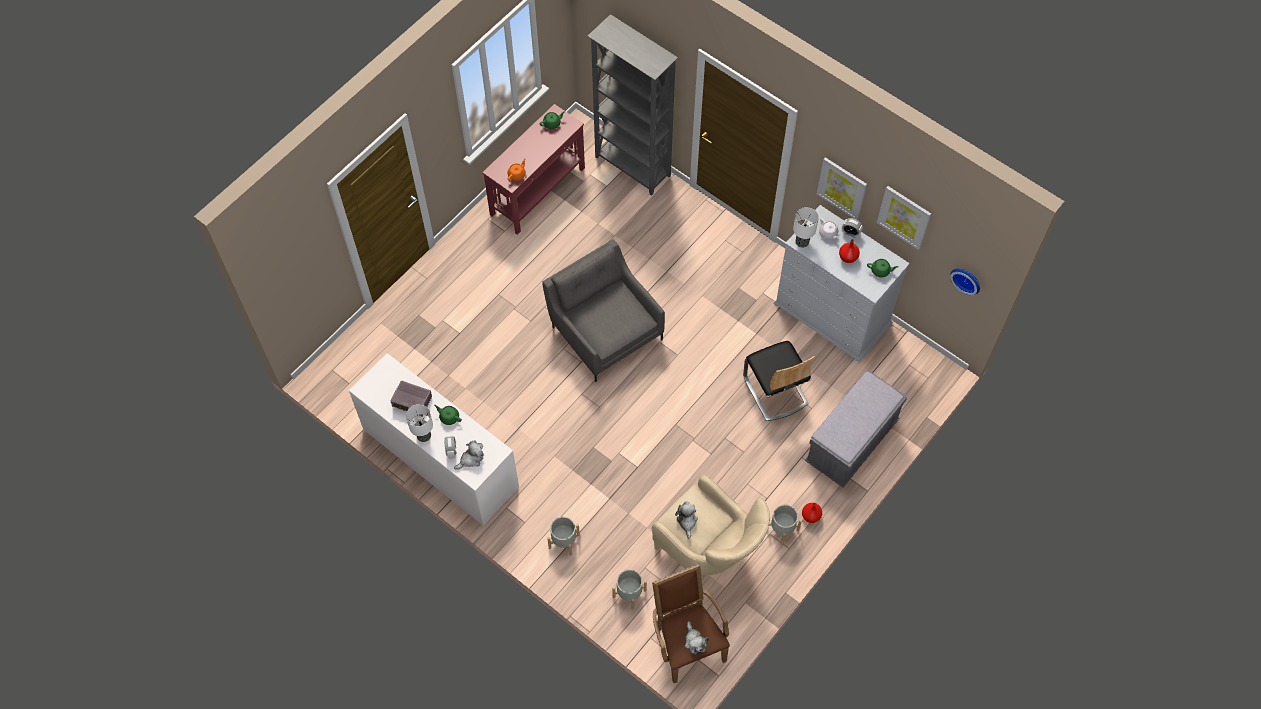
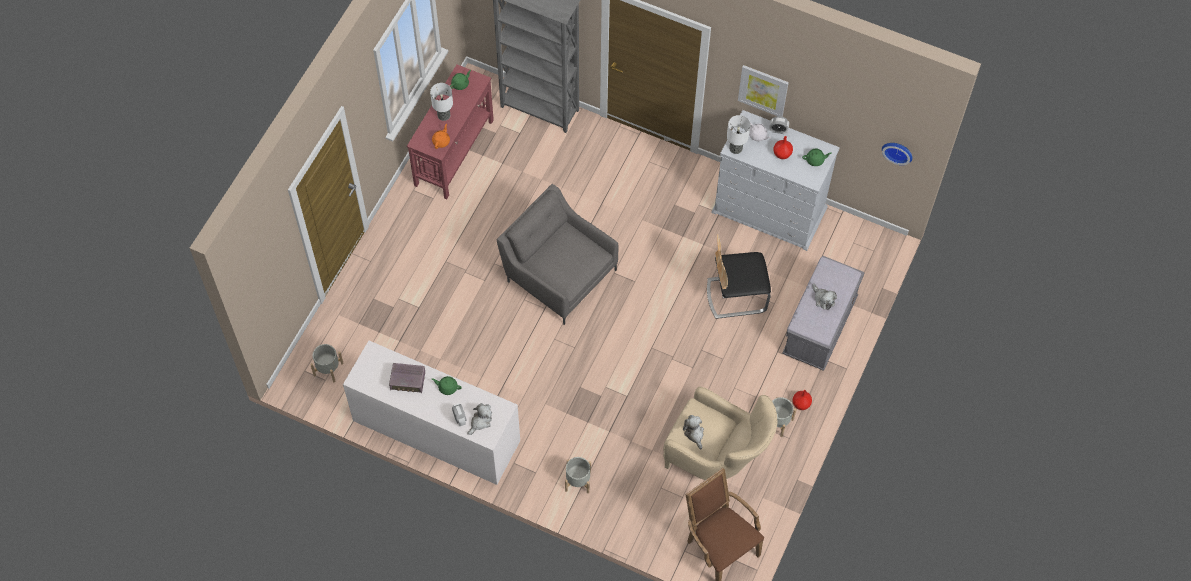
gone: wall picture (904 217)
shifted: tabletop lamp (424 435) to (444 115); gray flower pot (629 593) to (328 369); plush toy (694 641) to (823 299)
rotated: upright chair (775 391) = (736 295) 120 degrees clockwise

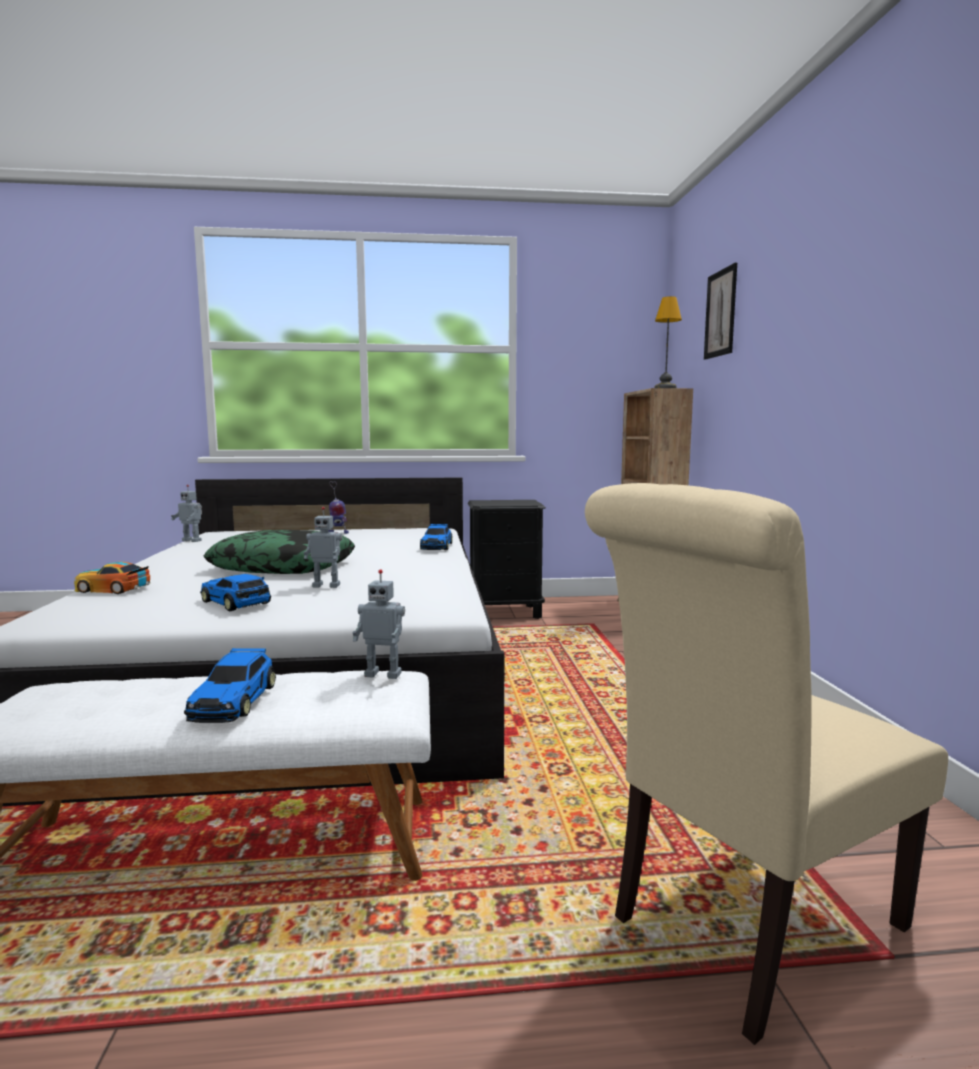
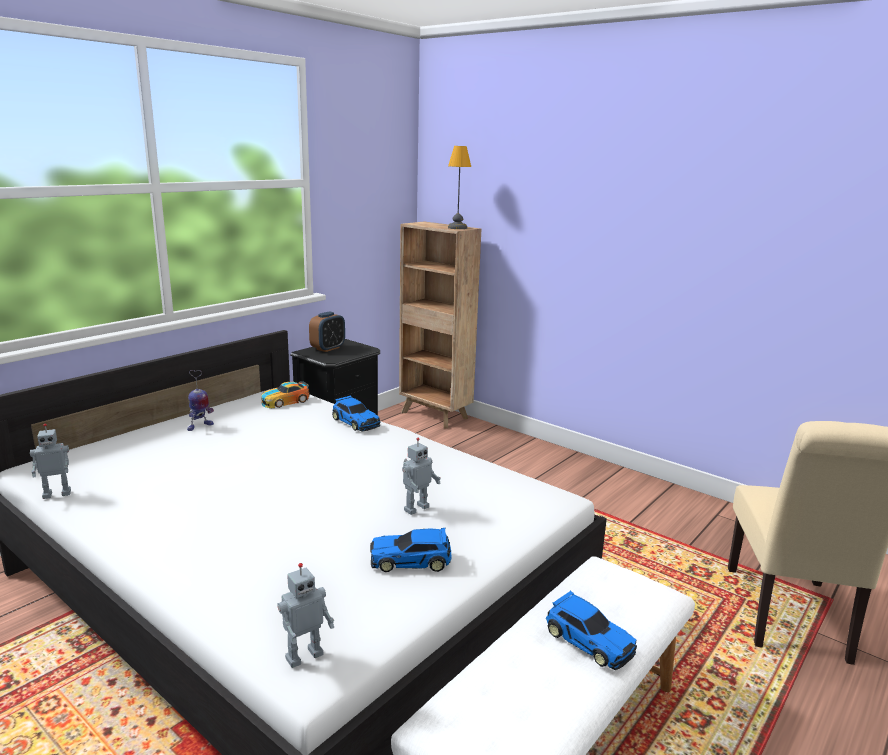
gone: pillow (284 566); wall picture (720 313)
new: bedside clock (328 348)
shifted: toy car (112 589) to (285 401); robot figure (384 674) to (303 655)

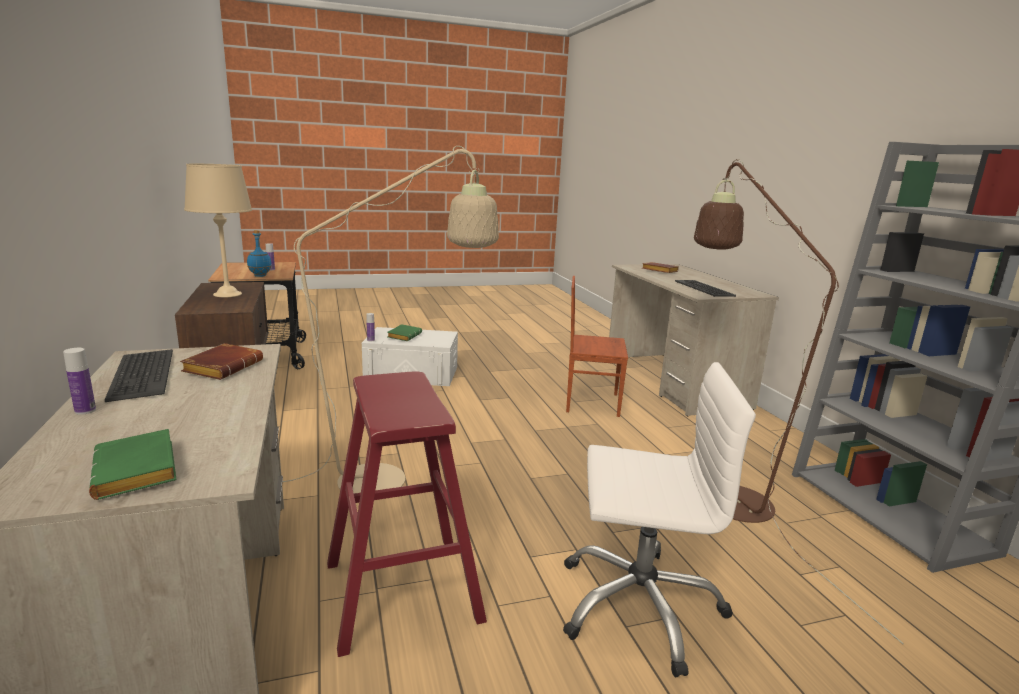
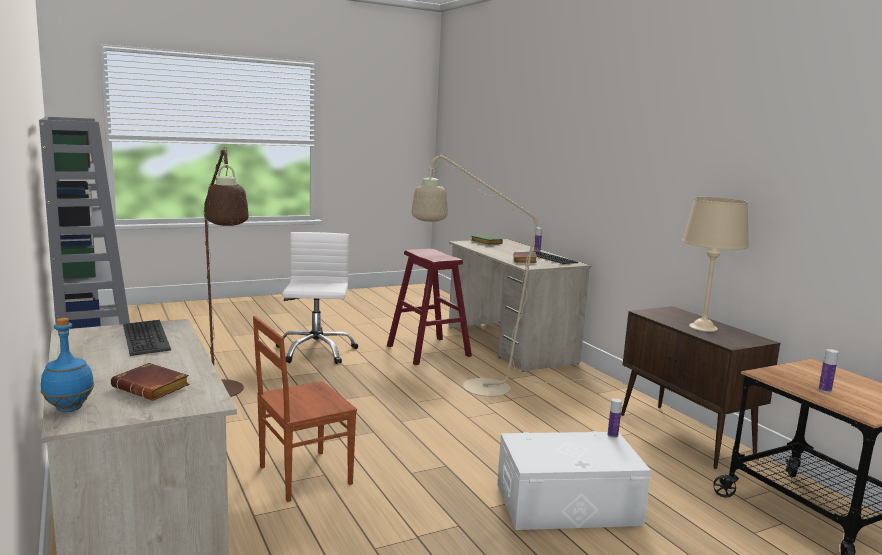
gone: green-coloured volume (404 336)
shifted: blue-coloured bottle (260 276) to (68 408)
rotated: whitish computer chair (639 605) = (315 351) 90 degrees clockwise; brown-coloured upright chair (591 402) = (303 475) 150 degrees clockwise

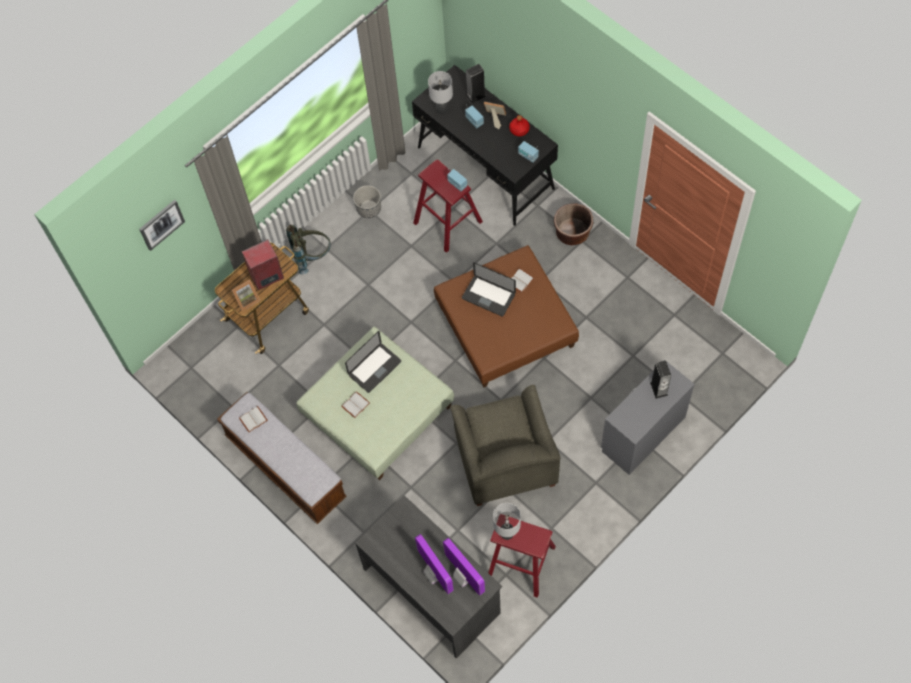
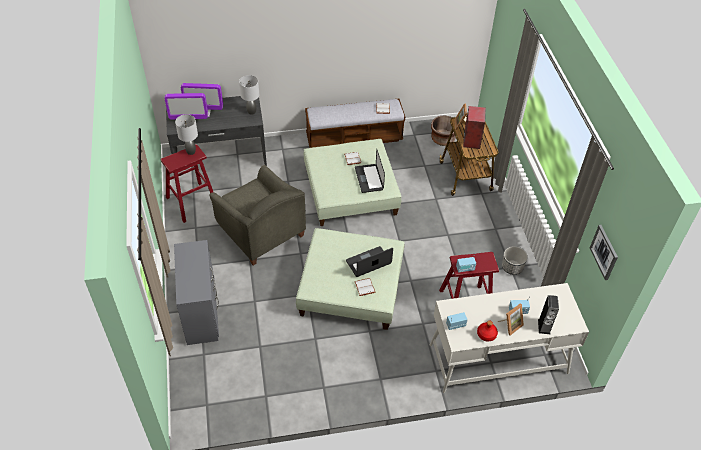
gone: gray knapsack (312 256); speaker (659 388)
shifted: wall picture (161 224) to (604 252); gray tabletop lamp (442 110) to (252 111); brown-coloured flower pot (572 233) to (443 139)
repainted: blackish desk table (485 168) to whitish desk table (498 358); brown-coloured footrest (506 326) to green-coloured footrest (350 288)
rotated: gray lounge chair (504 459) = (260 232) 150 degrees counterclockwise

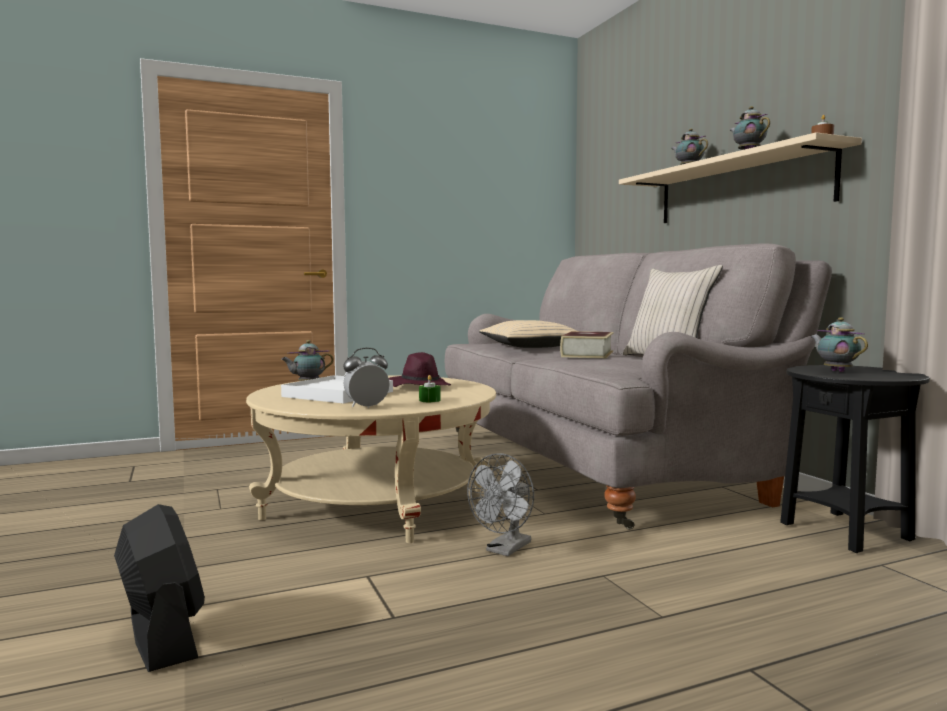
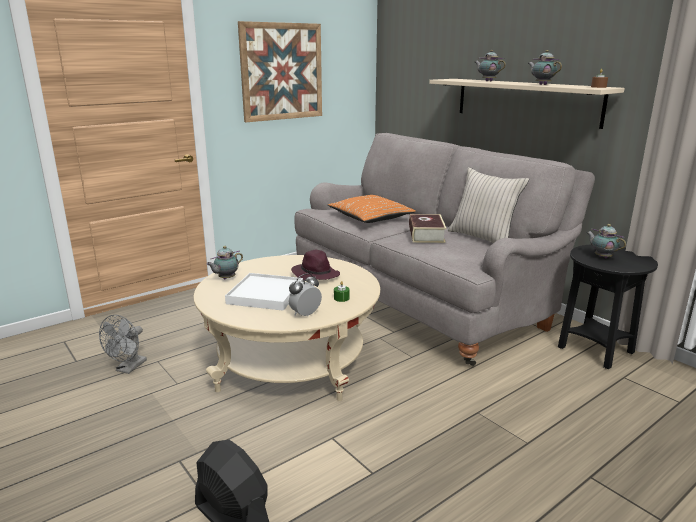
new: wall picture (282 72)
shifted: gray cooling fan (505 550) to (128 368)
repainted: beige-coloured pillow (530 346) to orange pillow (370 217)

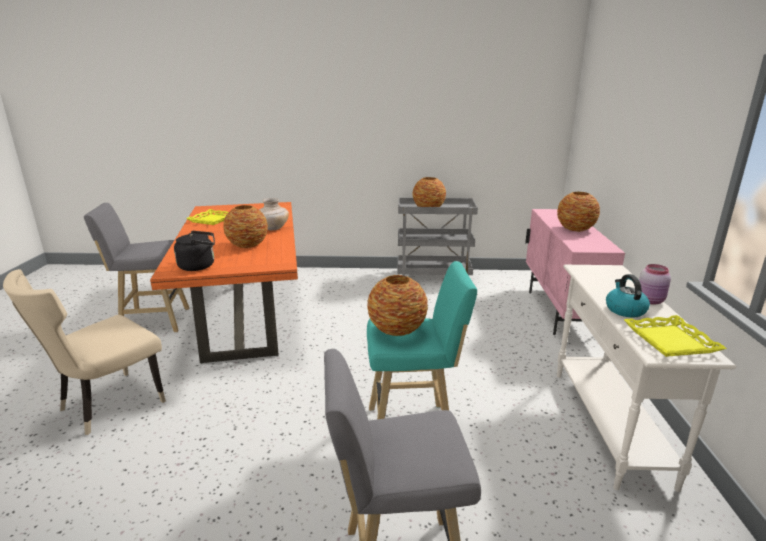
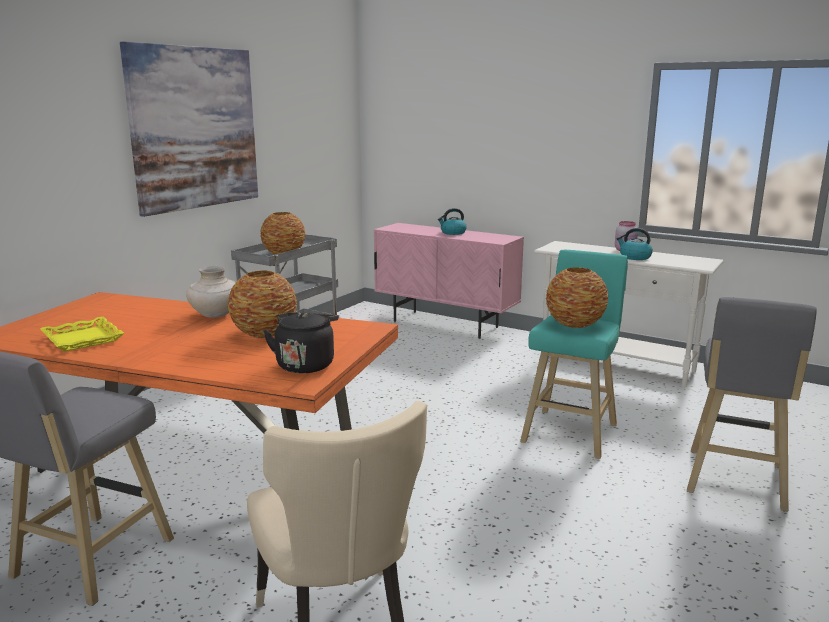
gone: yellowish serving tray (671 341)
new: wall picture (195 128)
swapped: decorative vase (575 229) to kettle (452 233)

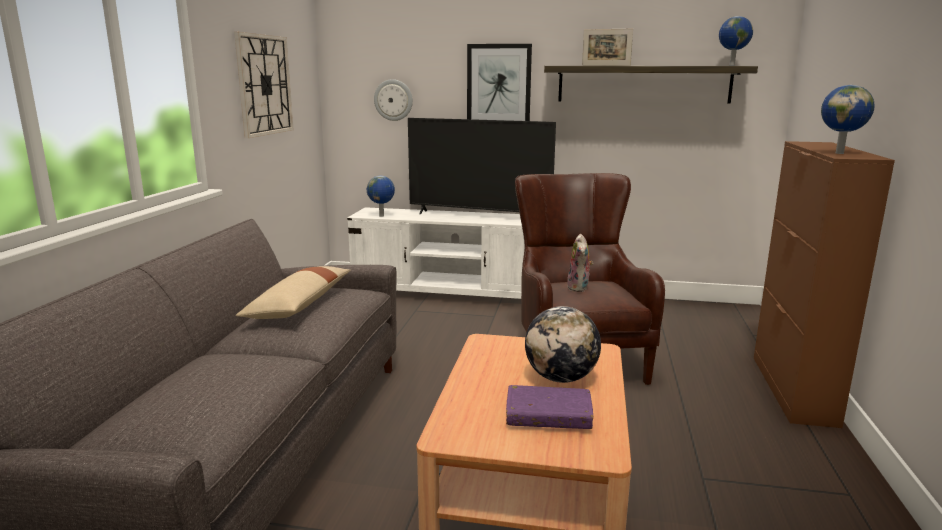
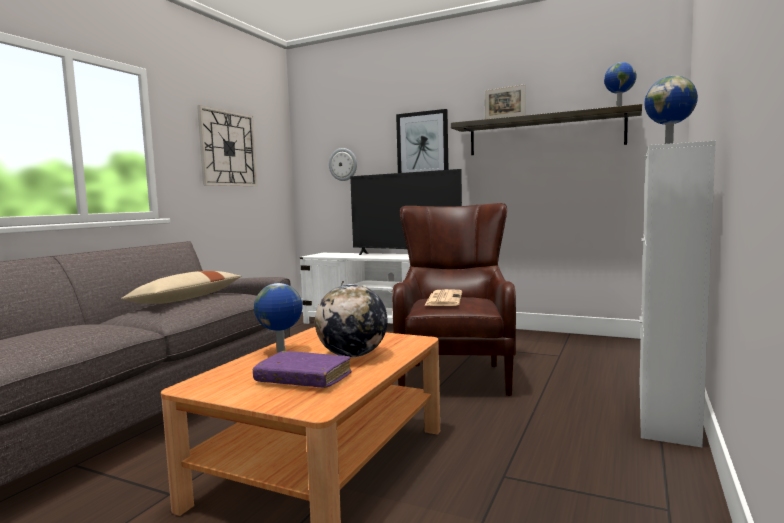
shifted: desk globe (382 216) to (281 351)
swapped: plush toy (579 288) to newspaper (443 299)
repainted: brown-coloured cabinet (793 389) to whitish cabinet (665 410)

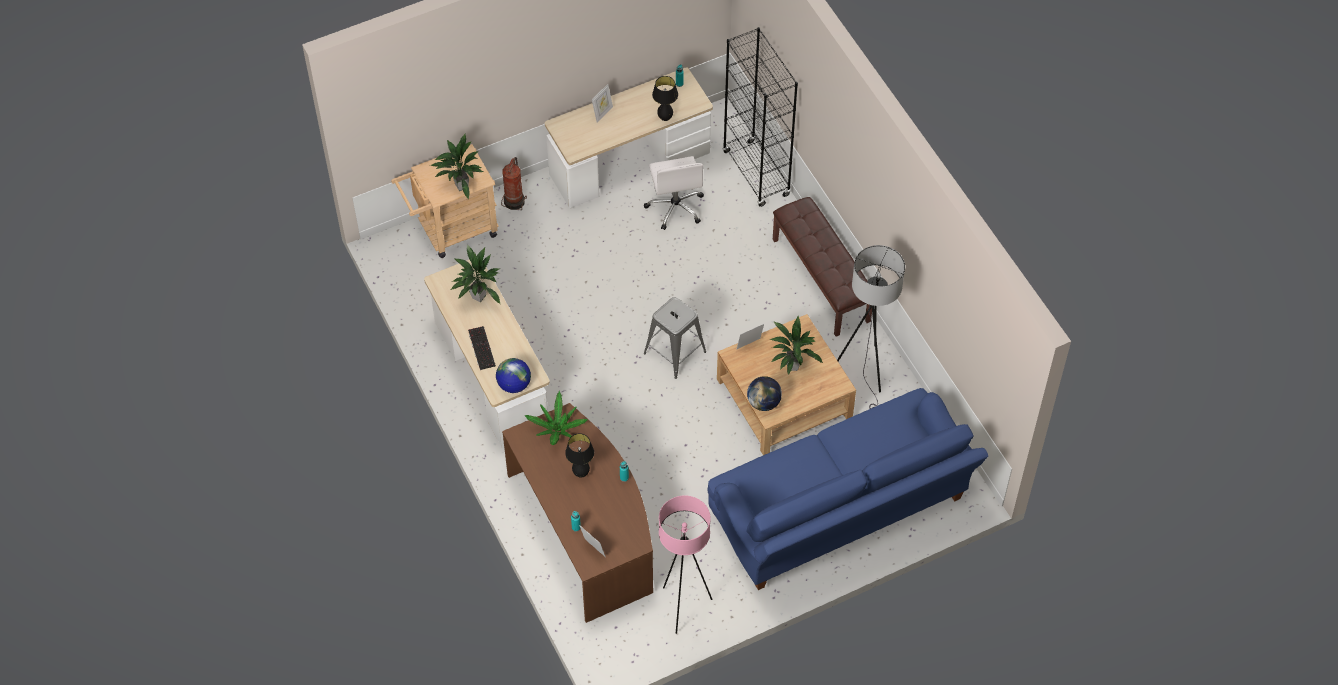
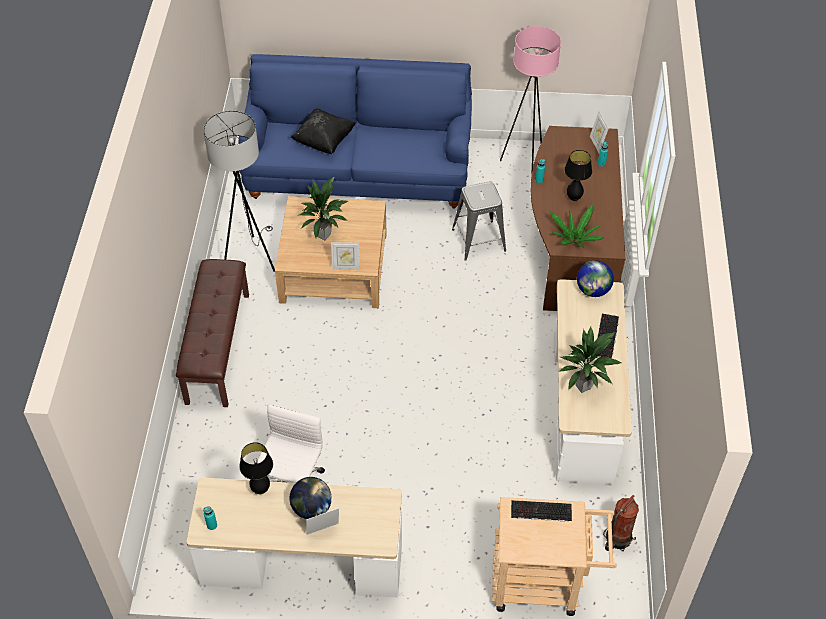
gone: blackish bookshelf (756 174)
new: blackish pillow (324 141)
shifted: extinguisher (515 201) to (617 538); gray sitting stool (674 352) to (479 240); desk globe (763 402) to (311 508)
swapped: plant in a pot (460 186) to keyboard (540 511)

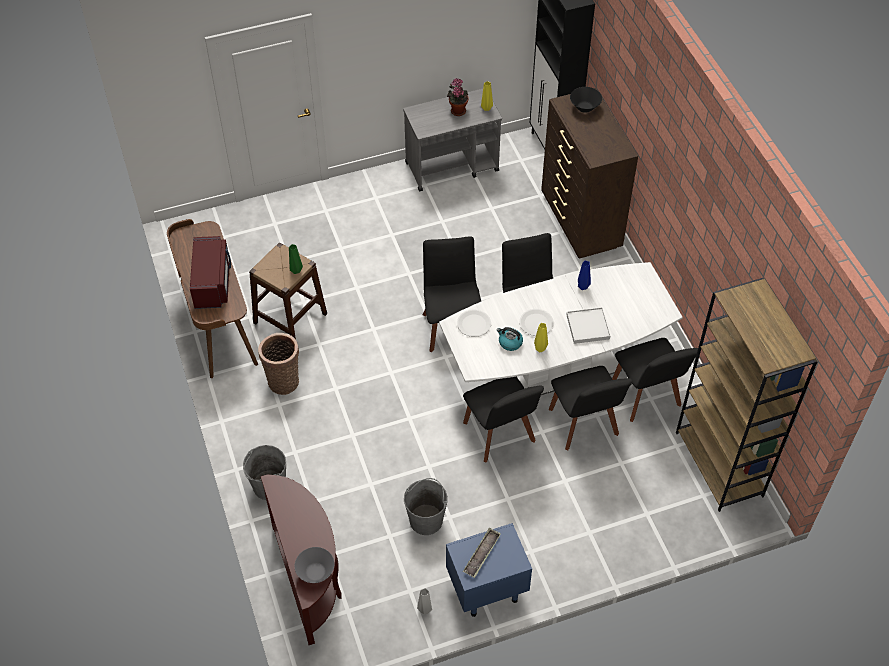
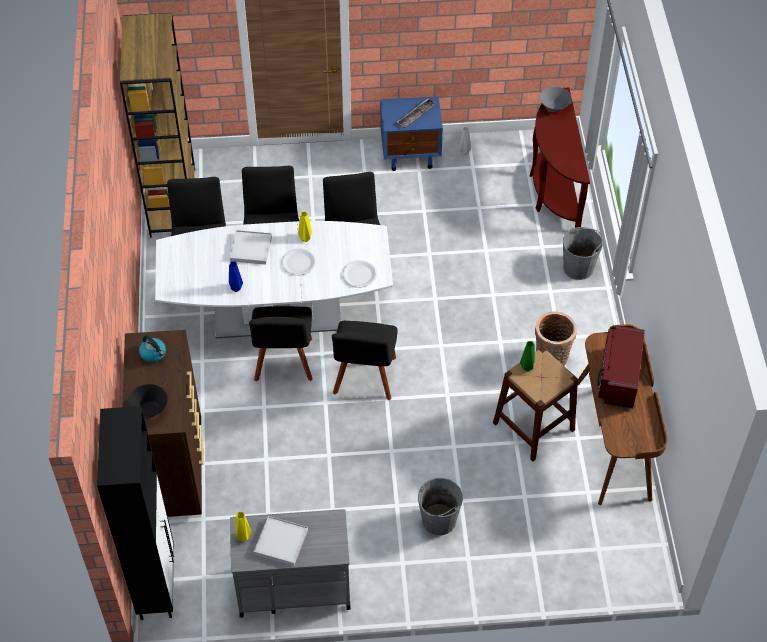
shifted: gray water bucket (426 520) to (438 520); kettle (510 343) to (153 354)
swapped: plant in a pot (457 110) to whitish serving tray (281 542)

